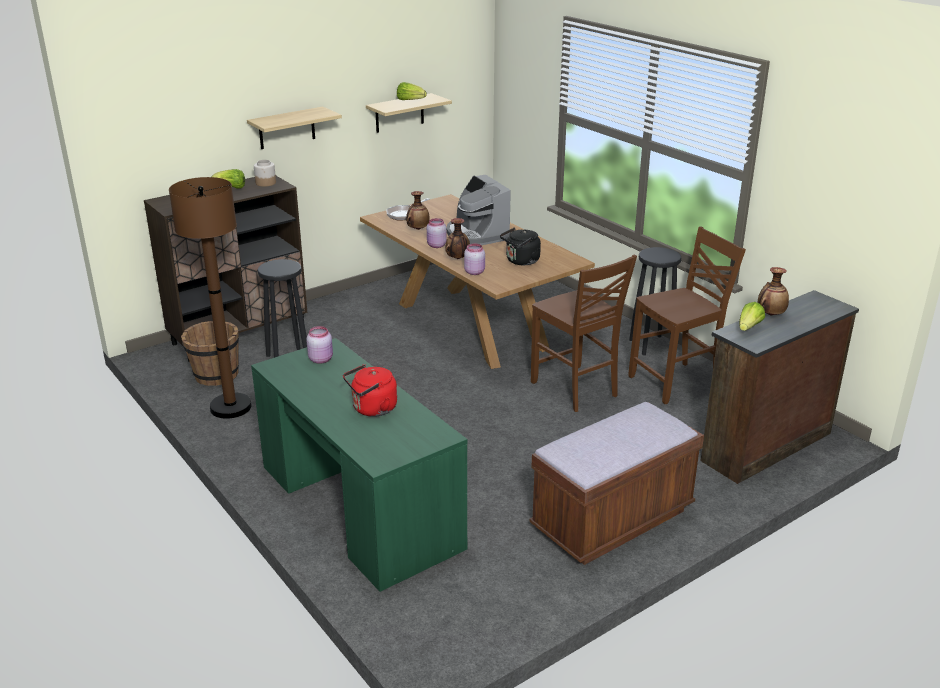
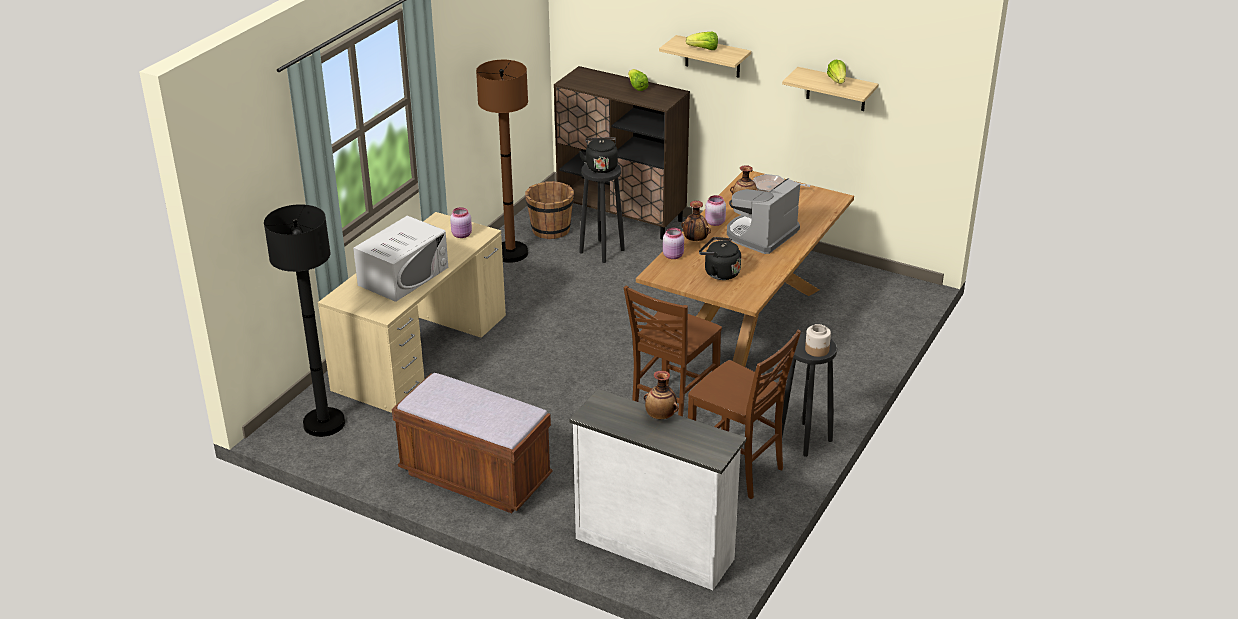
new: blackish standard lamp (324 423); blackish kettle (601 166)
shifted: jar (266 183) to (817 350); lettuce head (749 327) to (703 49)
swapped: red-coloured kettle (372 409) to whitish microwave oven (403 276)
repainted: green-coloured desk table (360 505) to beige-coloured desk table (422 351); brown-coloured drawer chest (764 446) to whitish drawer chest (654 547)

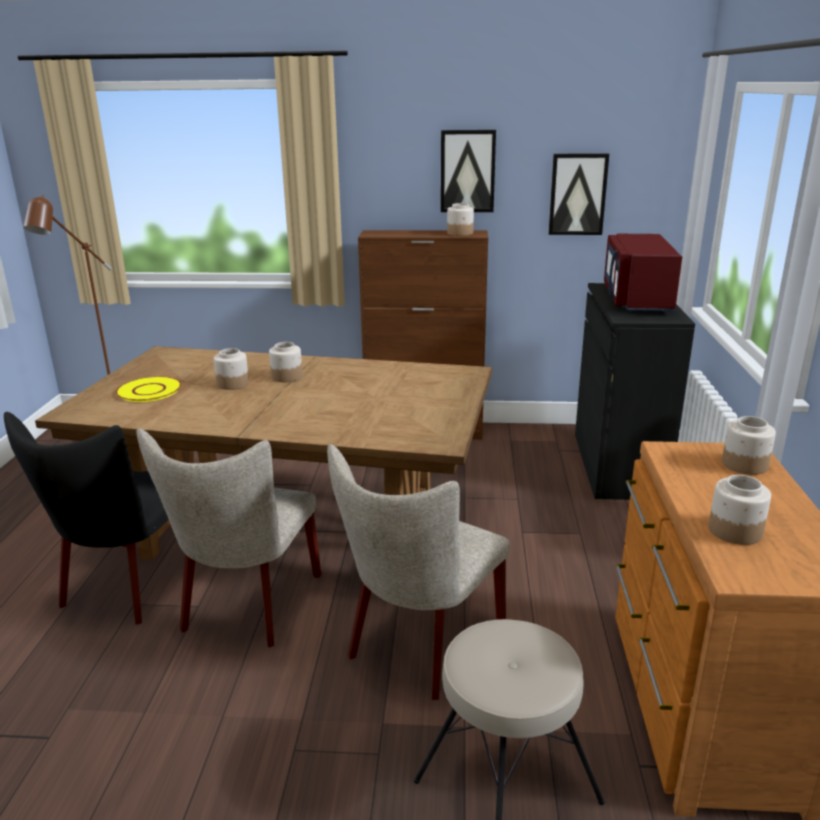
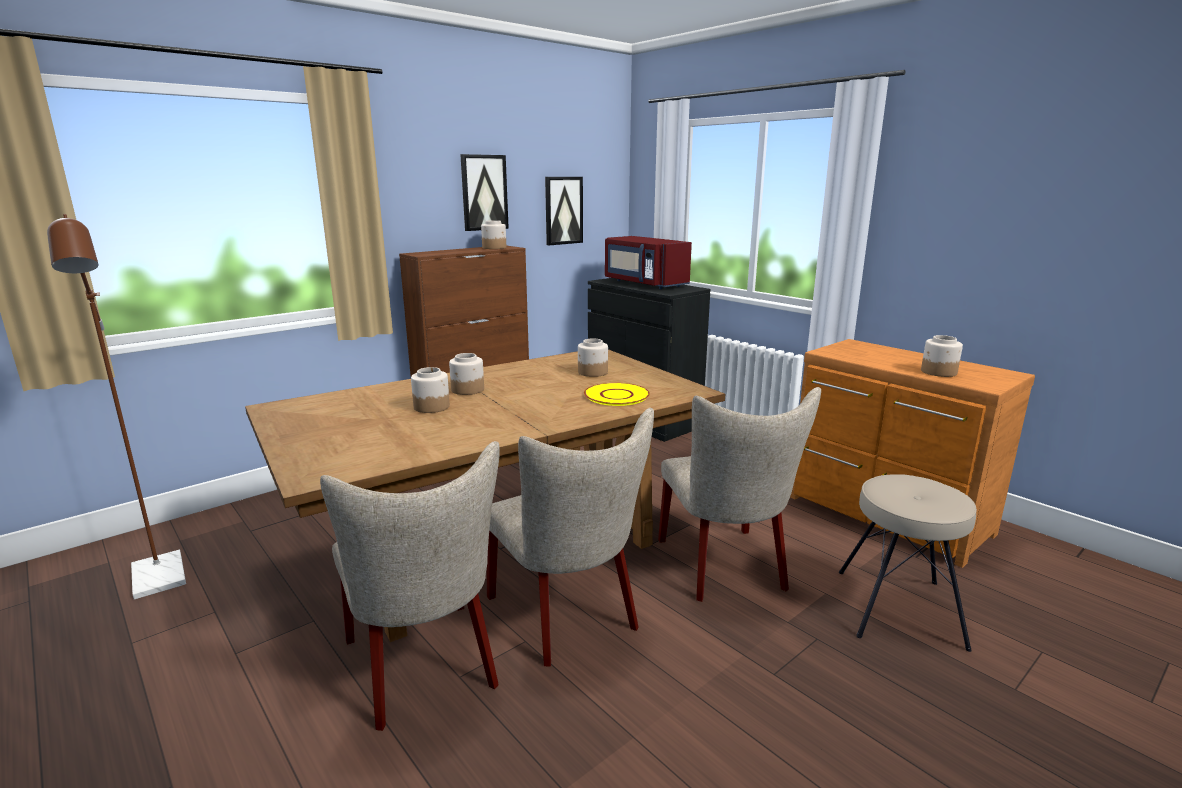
shifted: yellowish dinner plate (149 391) to (617 395); jar (744 465) to (592 372)
repainted: blackish upright chair (128 586) to beige-coloured upright chair (425 668)

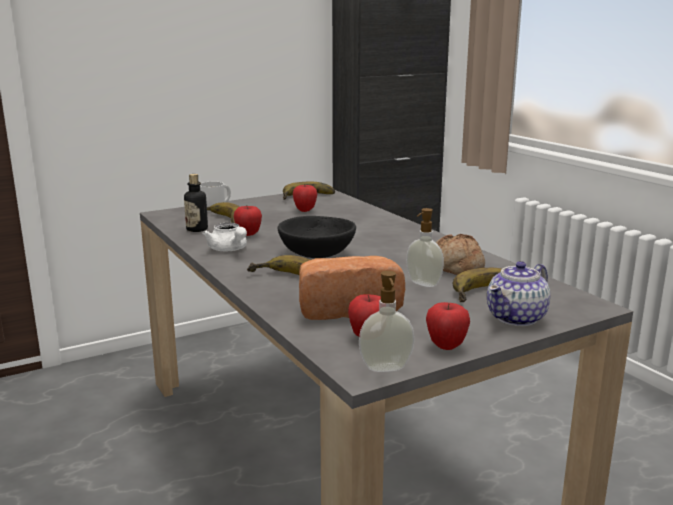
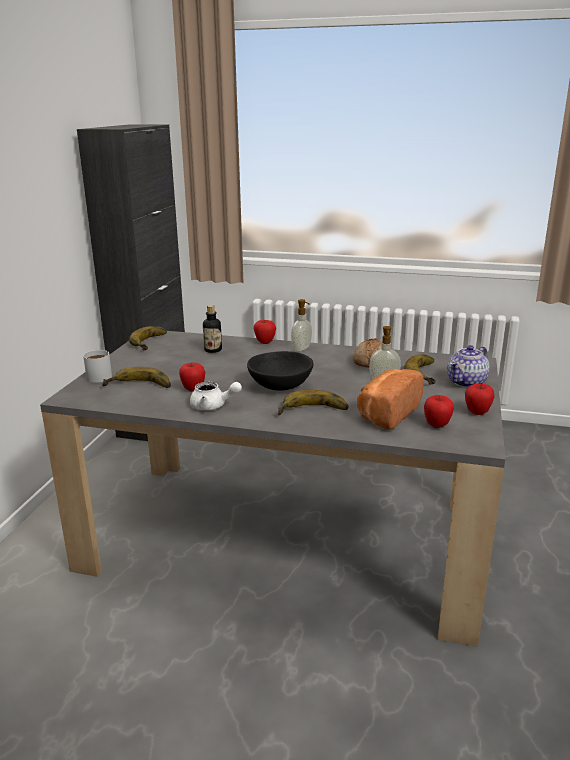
shifted: bottle (197 229) to (213 350); whole apple (305 210) to (265 342); soap dispenser (386 368) to (302 349)
rotated: teapot (517 318) = (467 382) 45 degrees clockwise

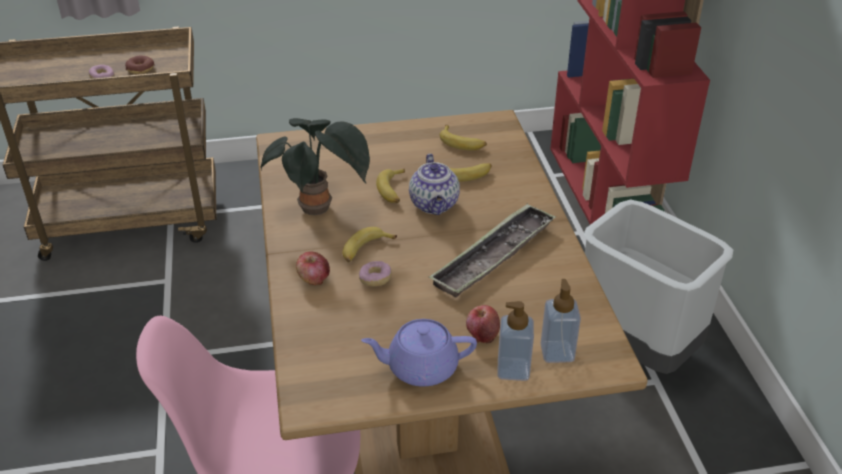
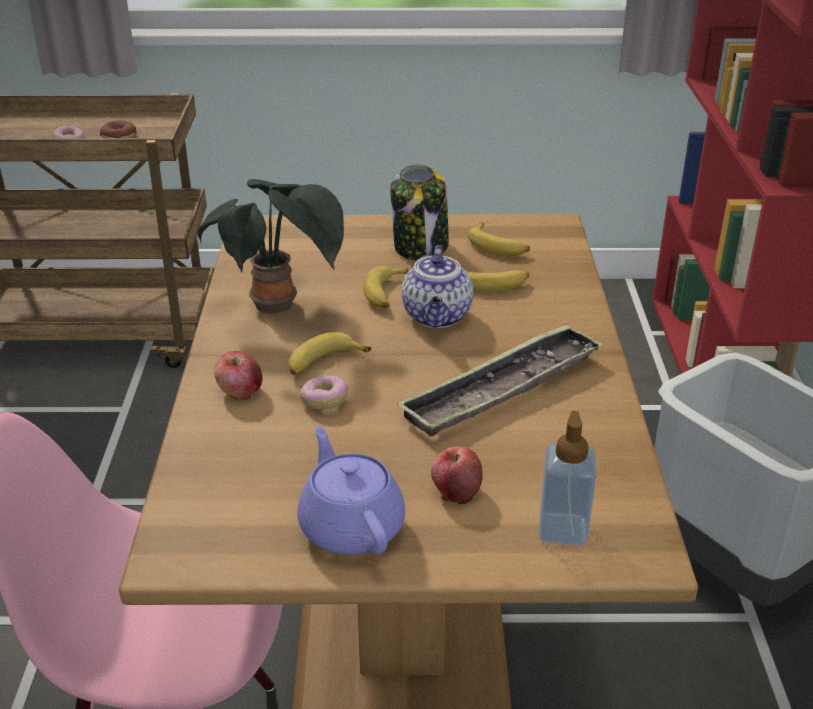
gone: soap dispenser (513 369)
new: jar (421 247)
rotated: purplish teapot (420 368) = (350 526) 60 degrees clockwise

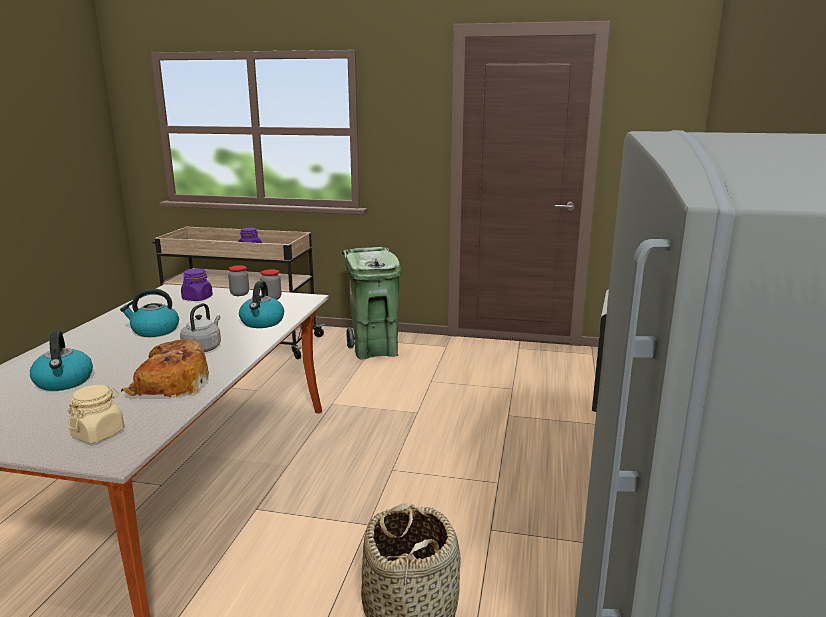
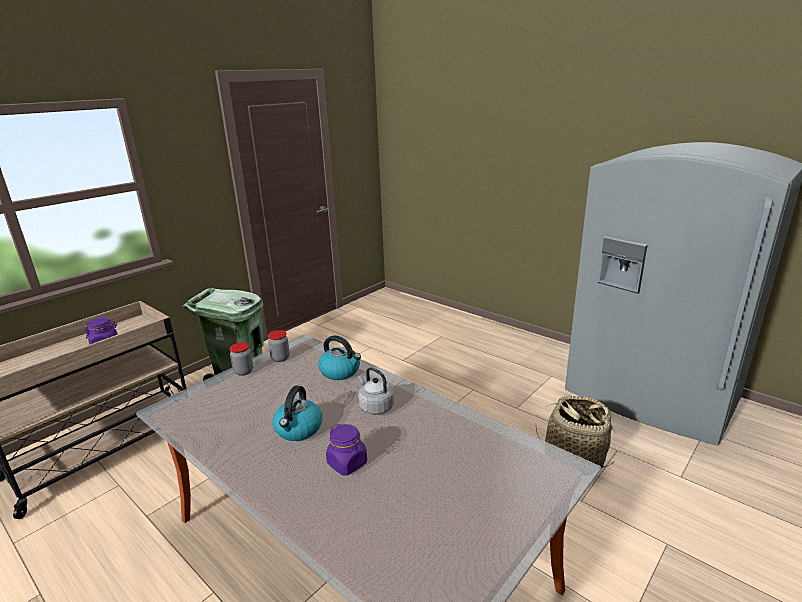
gone: kettle (64 382); beige-coloured jar (98 433); baked bread (169 384)
shifted: purplish jar (197 298) to (347 463)

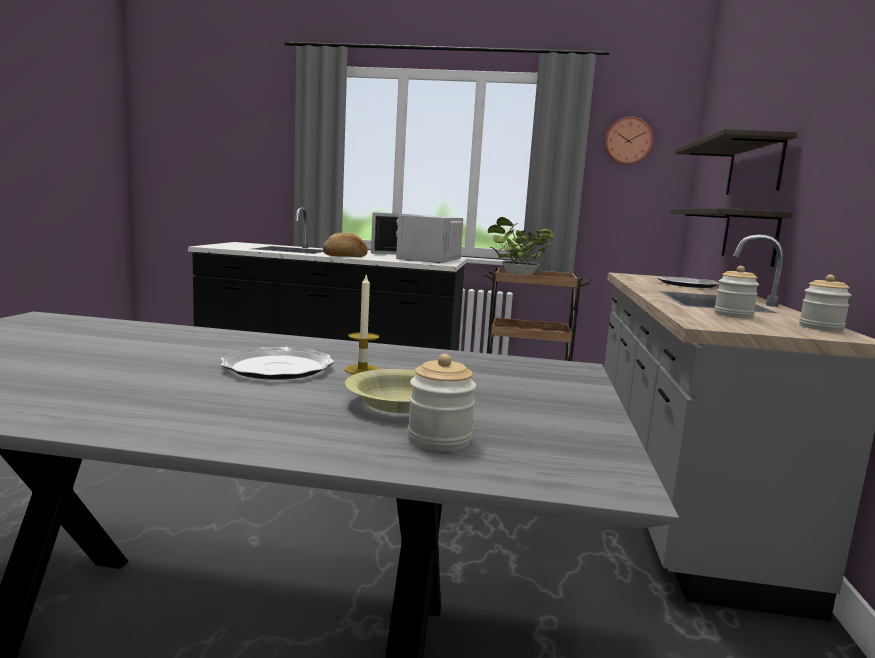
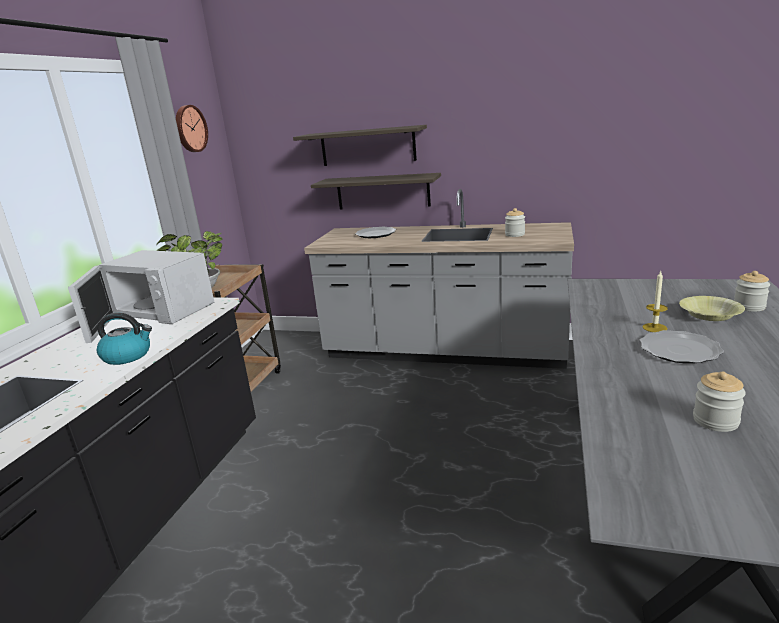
shifted: jar (820 328) to (715 421)
swapped: baked bread (345 256) to kettle (128 356)

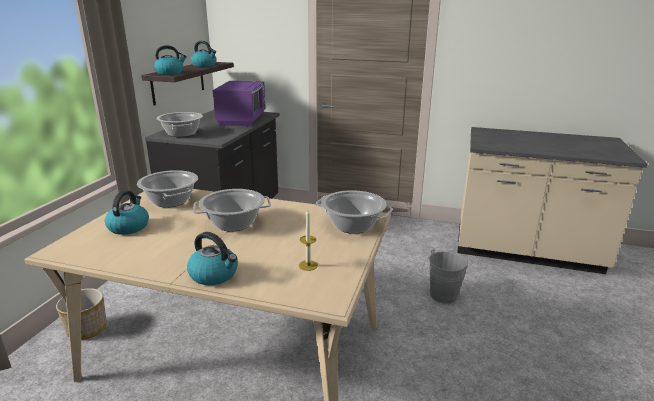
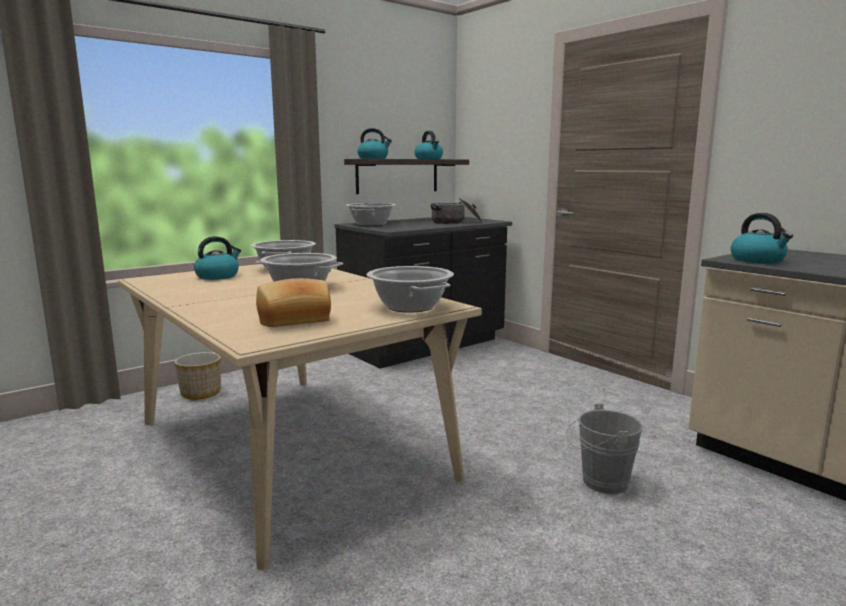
shifted: kettle (214 275) to (758 260)
swapped: purplish microwave oven (243 120) to cooking pot (455 222); wax light (308 265) to baked bread (295 320)

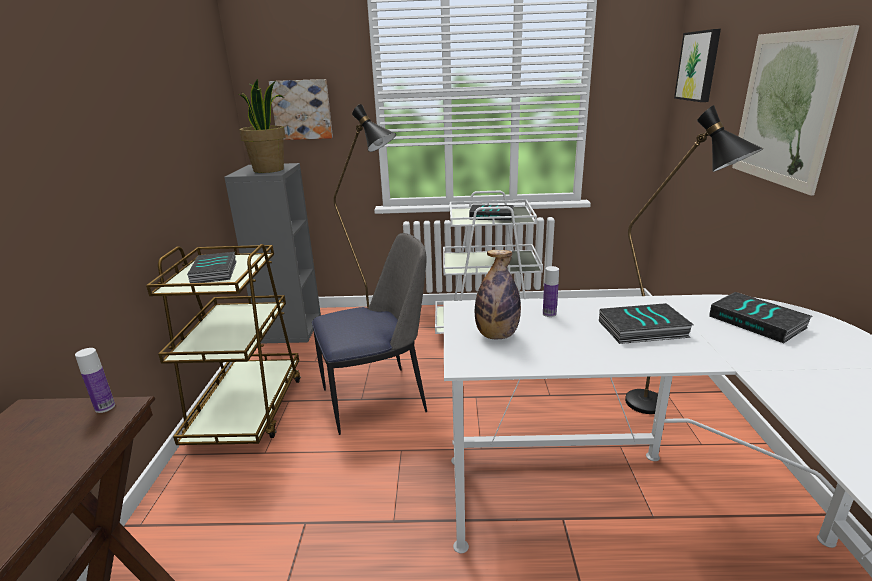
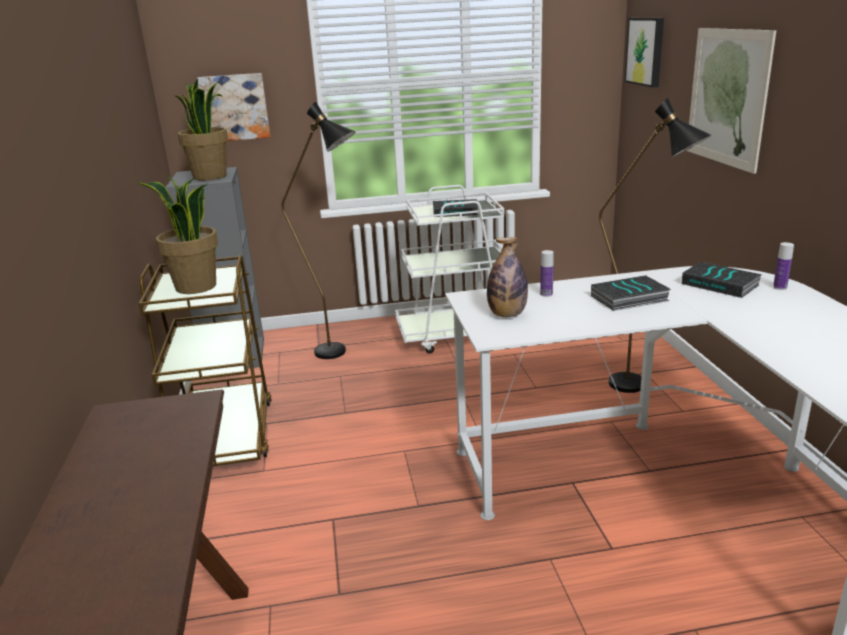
gone: upright chair (377 399)
shifted: bottle (105 407) to (780 287)
swapped: volume (215 272) to plant in a pot (195 287)

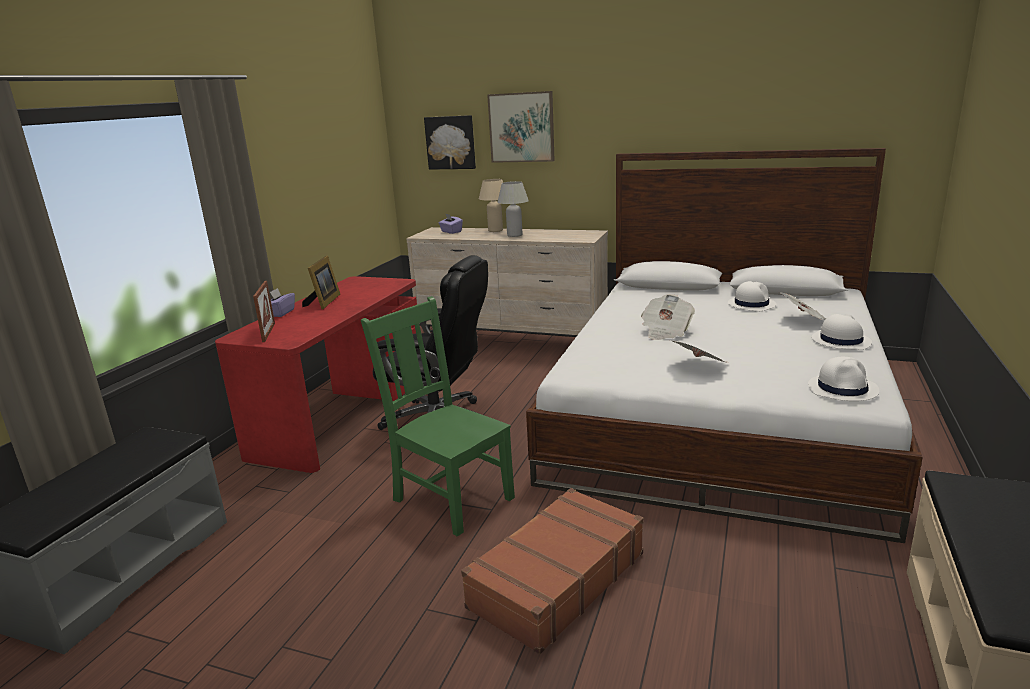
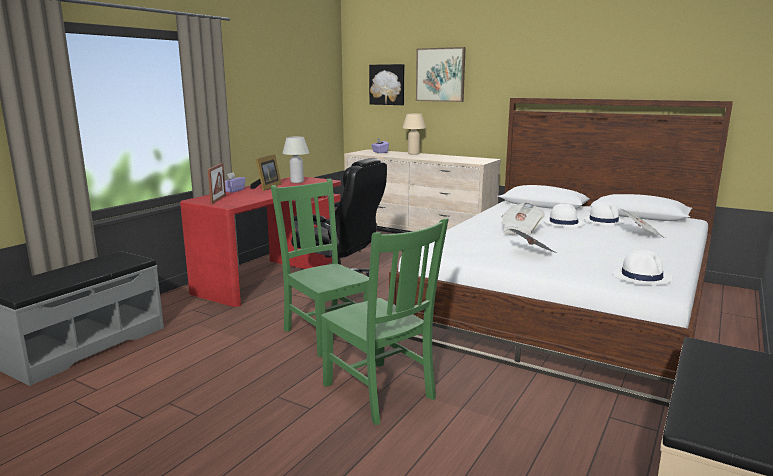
shifted: whitish tabletop lamp (514 235) to (297 182); whitish wearable hat (840 340) to (563 223)
swapped: brown-coloured travel case (556 580) to green-coloured upright chair (380 393)

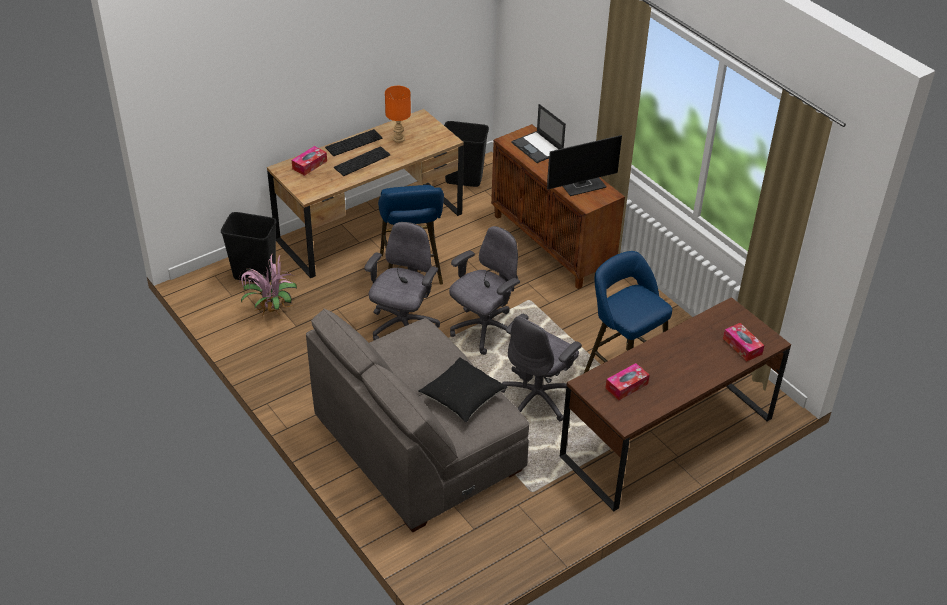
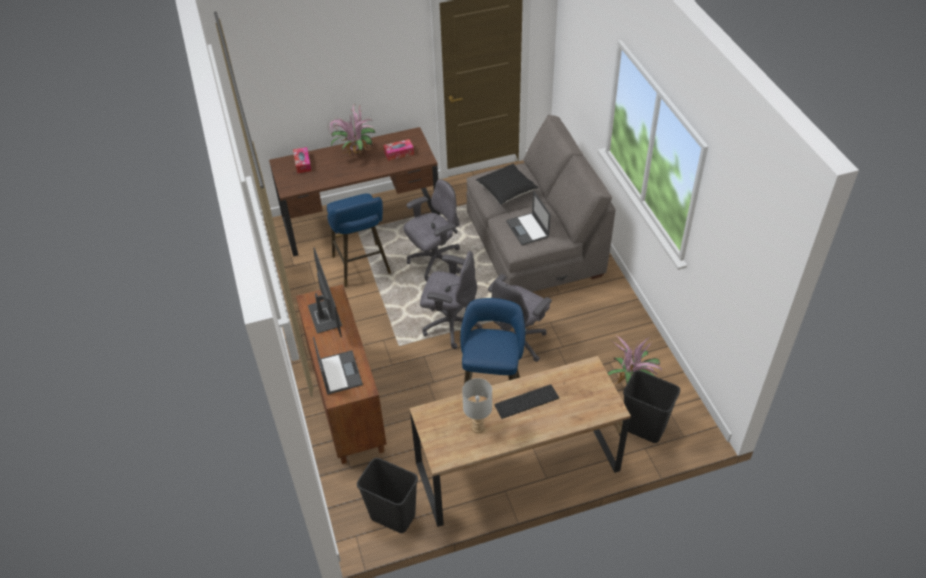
gone: box of tissues (309 165); keyboard (354 142)
new: plant in a pot (355 153); notebook computer (528 229)
repainted: orange tabletop lamp (398 139) to gray tabletop lamp (478 428)
rotated: gray computer chair (484 330) = (450 325) 135 degrees counterclockwise; computer display (583 185) = (324 315) 75 degrees clockwise

